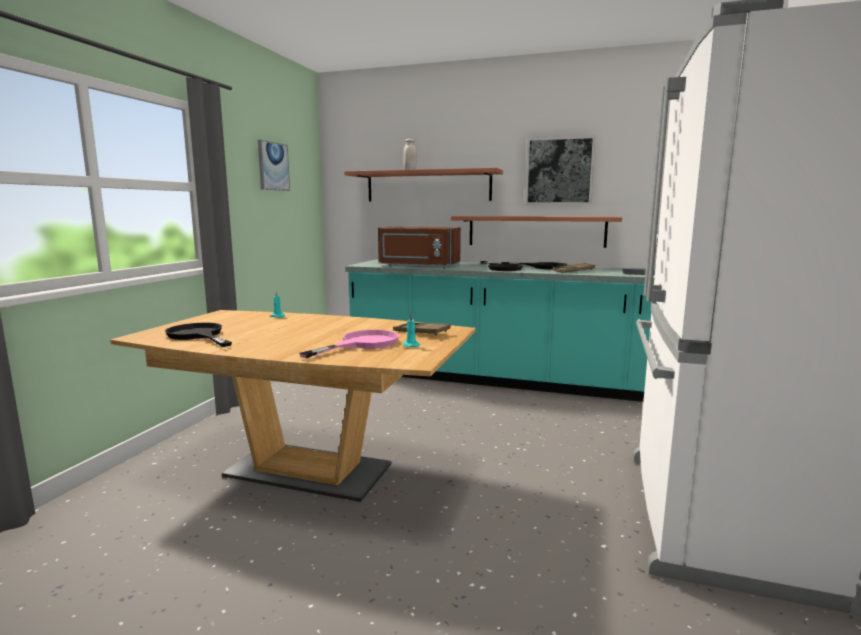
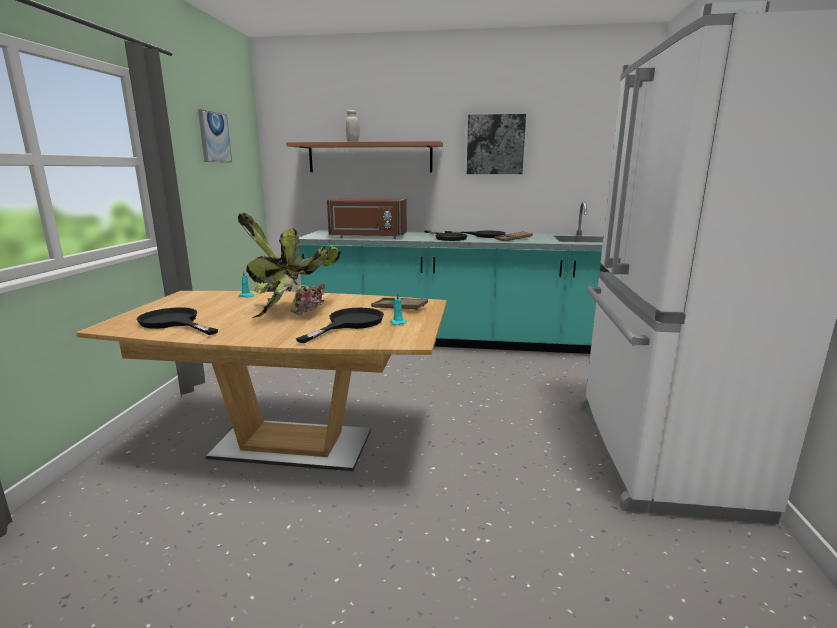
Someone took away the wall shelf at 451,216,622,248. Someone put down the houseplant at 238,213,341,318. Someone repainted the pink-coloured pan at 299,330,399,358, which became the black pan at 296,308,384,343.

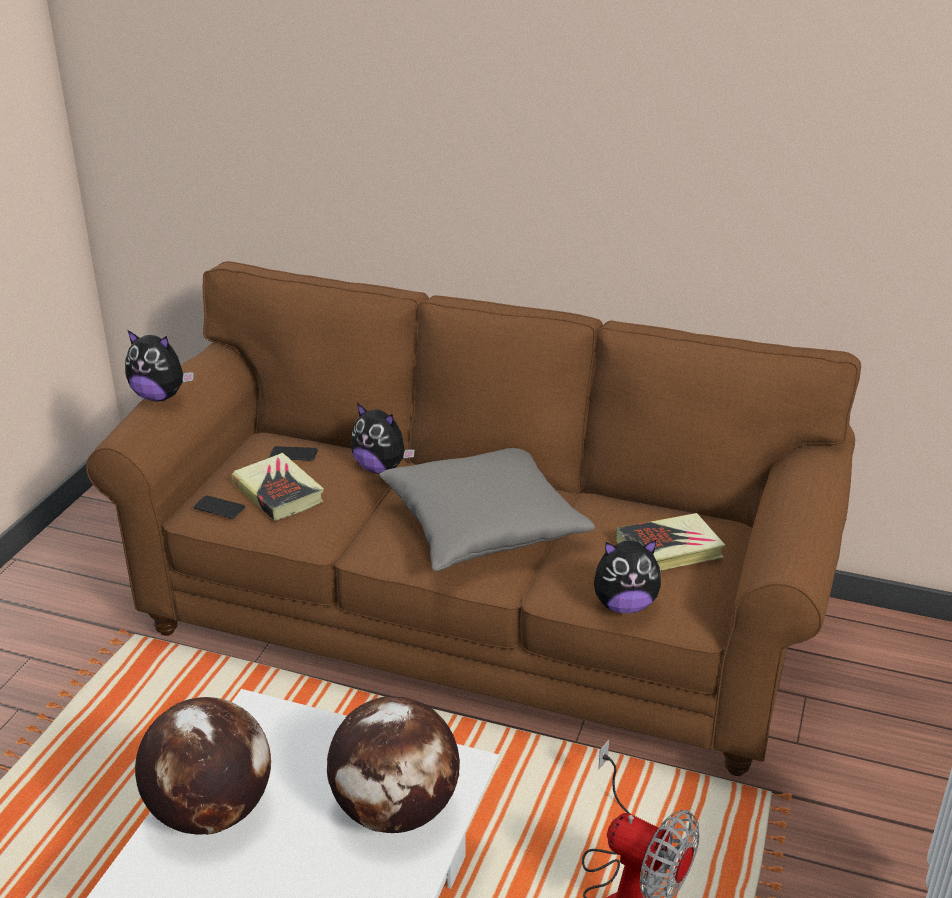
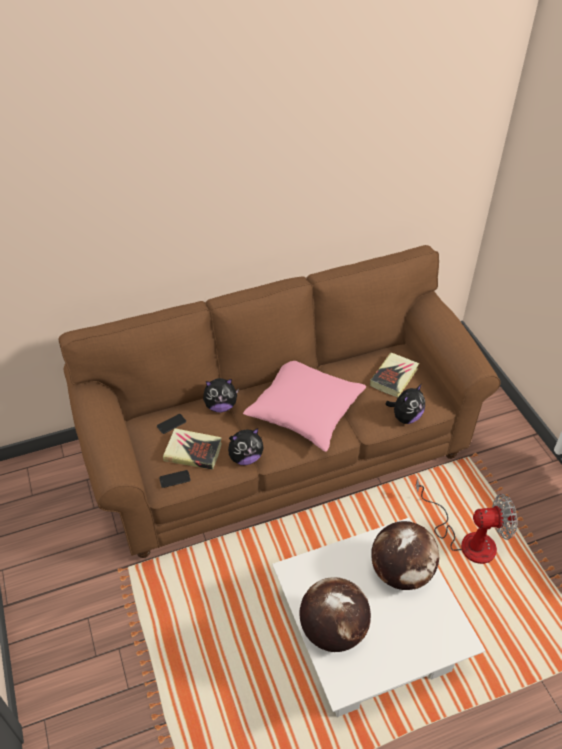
Someone carried the soft toy from 125,330,194,401 to 228,428,264,465. Someone repainted the greyish cushion at 379,448,595,571, which became the pink-coloured cushion at 243,361,366,452.

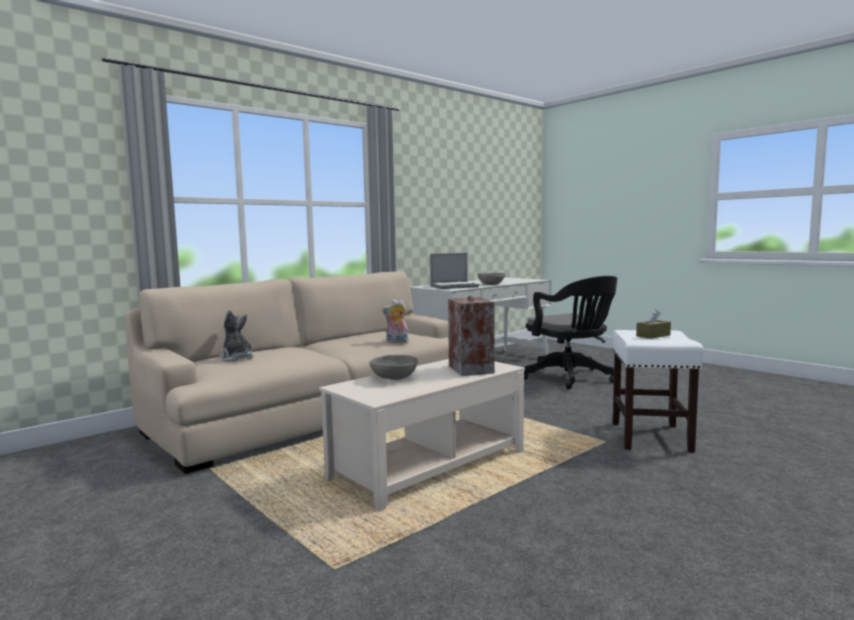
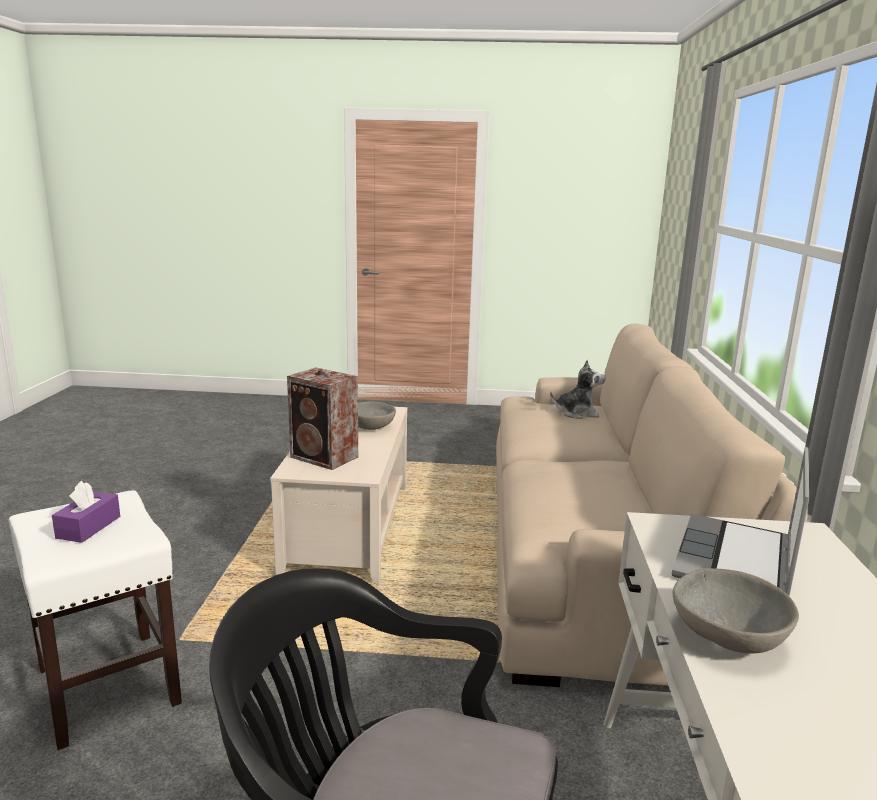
Someone took away the soft toy at 382,299,409,343. Someone repainted the brown-coloured tissue box at 636,309,671,339, which became the purplish tissue box at 52,481,120,543.

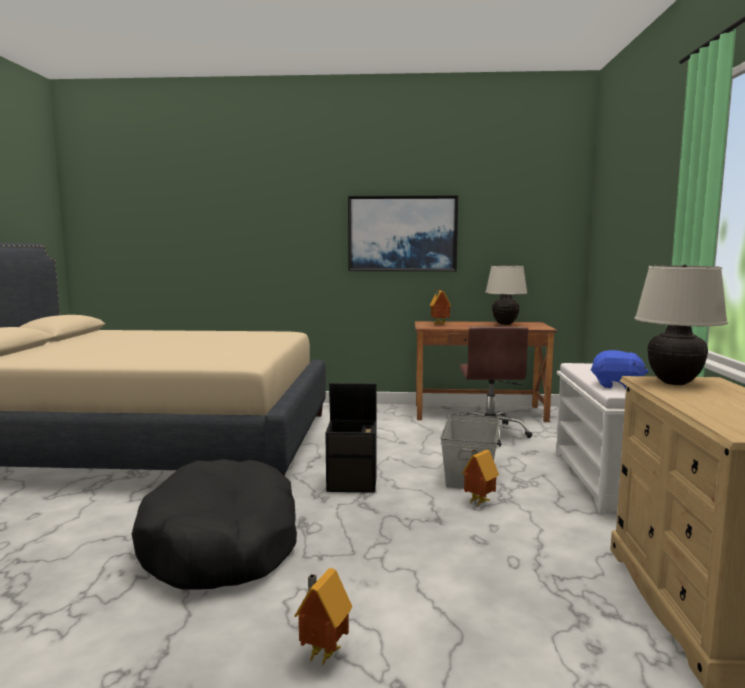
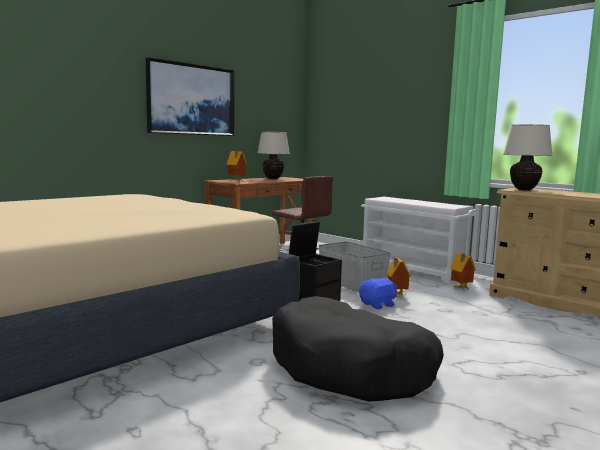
Someone carried the toy house from 295,568,352,667 to 450,253,476,291. Someone carried the bluish soft toy from 591,350,649,389 to 359,278,397,309.

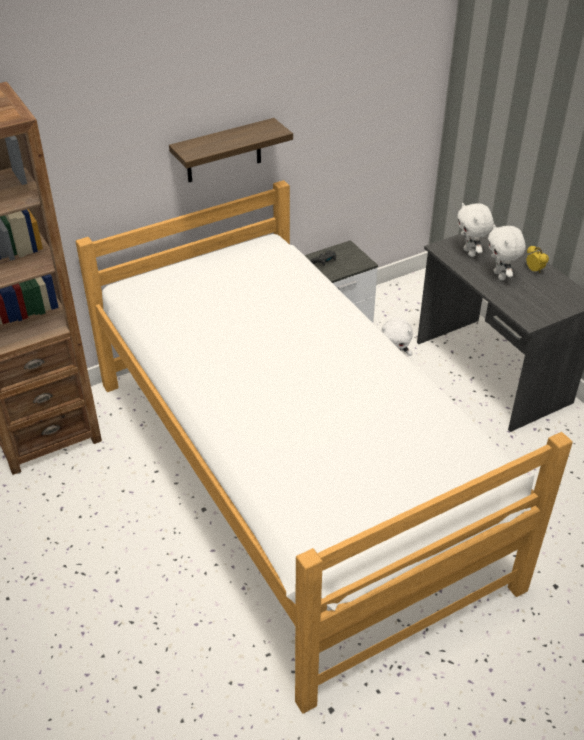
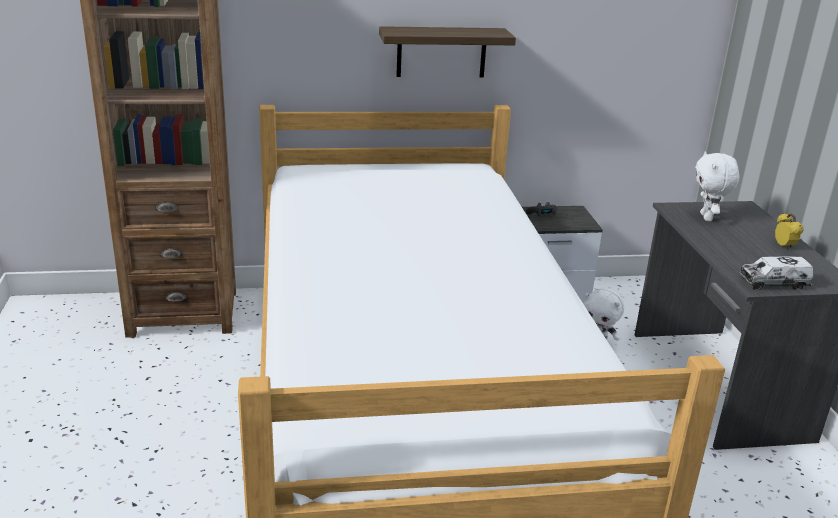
Someone took away the white soft toy at 488,225,526,280. Someone put down the model truck at 739,256,813,290.

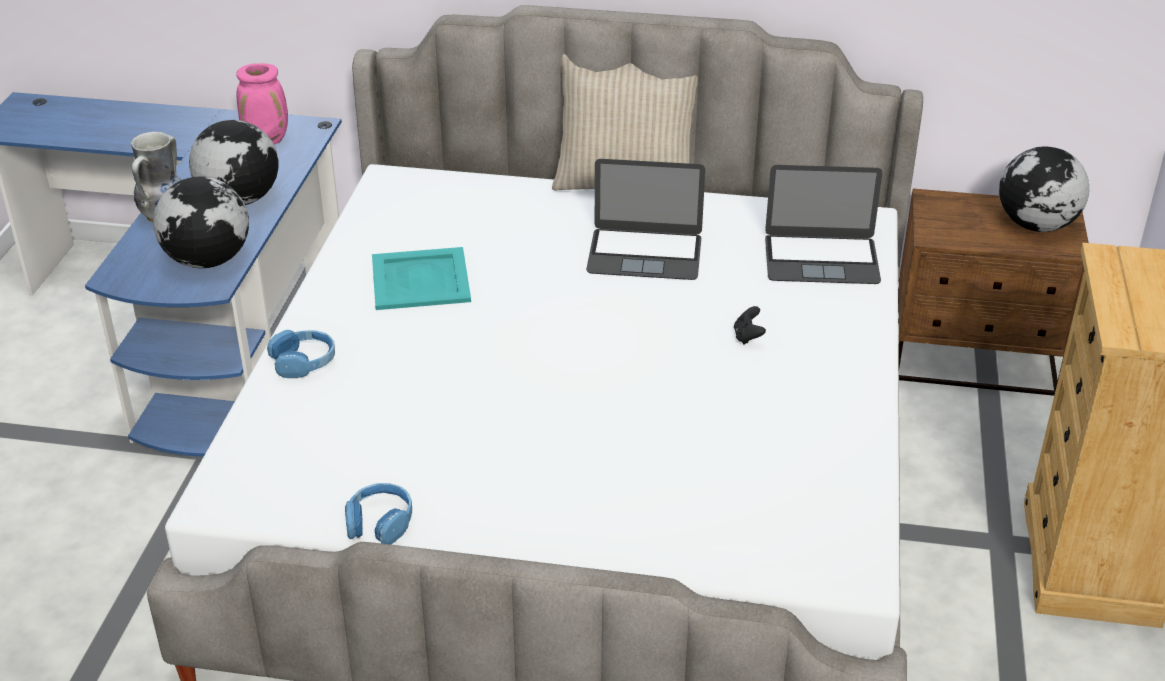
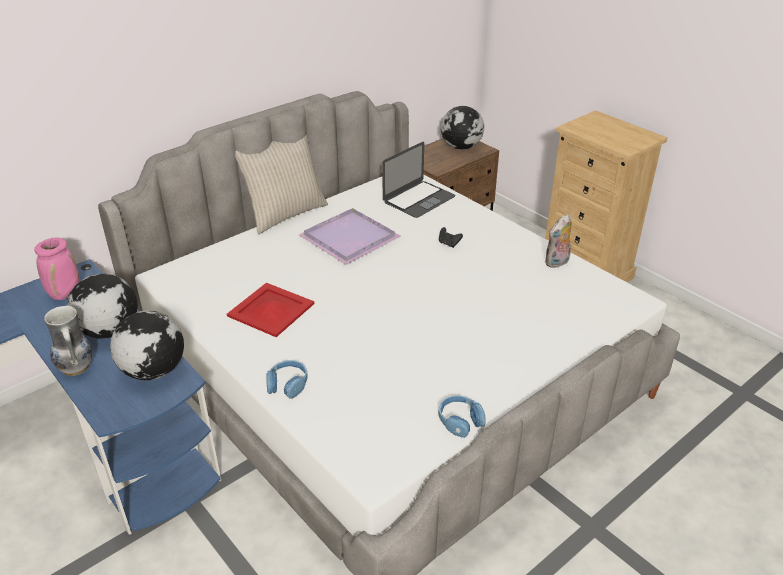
Someone put down the soft toy at 544,214,572,268. Someone swapped the laptop at 586,159,705,280 for the purplish carrying tray at 299,208,401,265. Someone repainted the turquoise-coloured carrying tray at 372,247,471,310, which became the red carrying tray at 227,283,314,337.

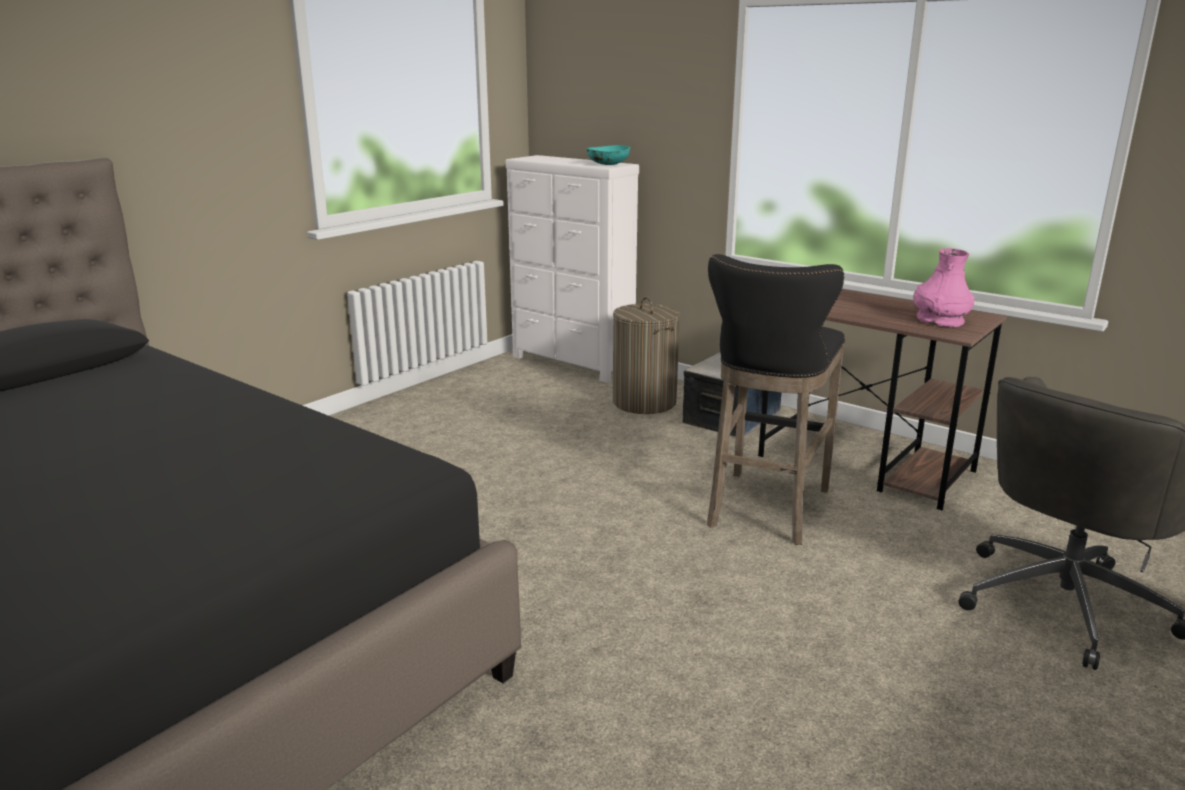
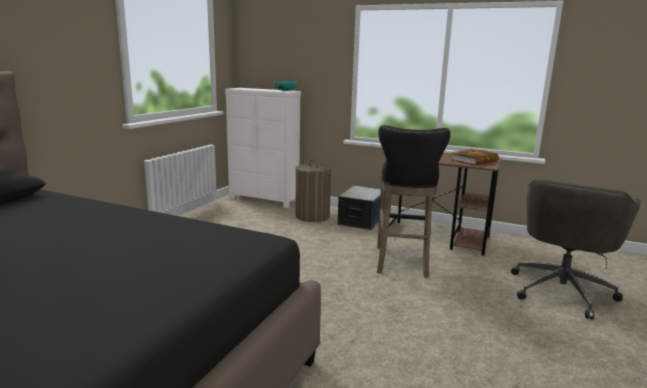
Someone swapped the pink-coloured decorative vase at 913,248,974,327 for the bound book at 451,149,499,165.

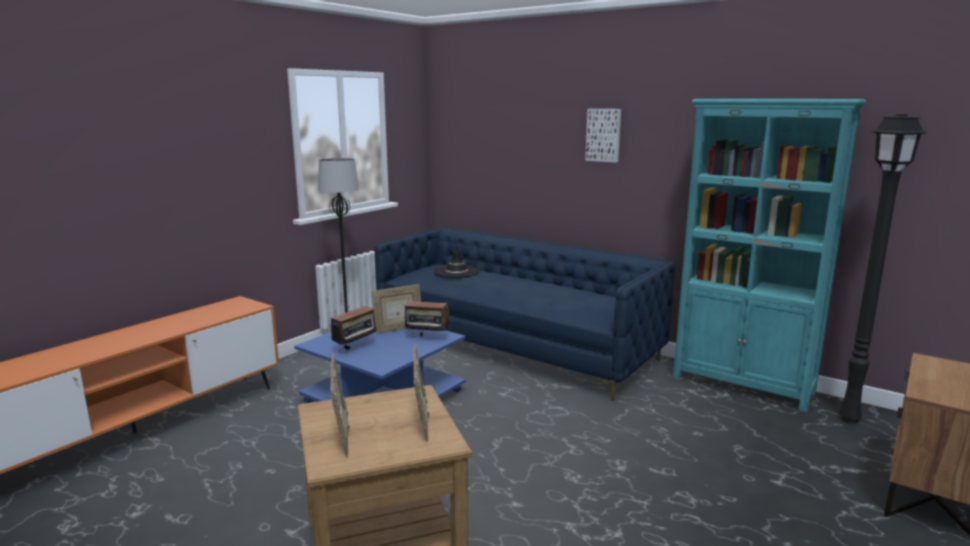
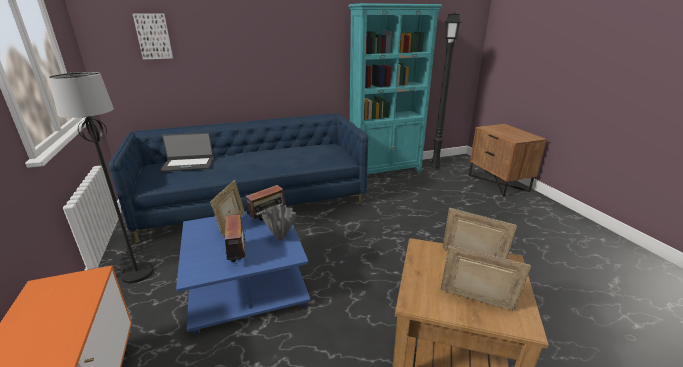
Someone put down the greyish decorative vase at 262,205,296,241. Someone carried the wall picture from 585,109,621,163 to 132,13,173,60. Someone swapped the black wearable hat at 433,245,480,278 for the laptop at 160,133,214,172.

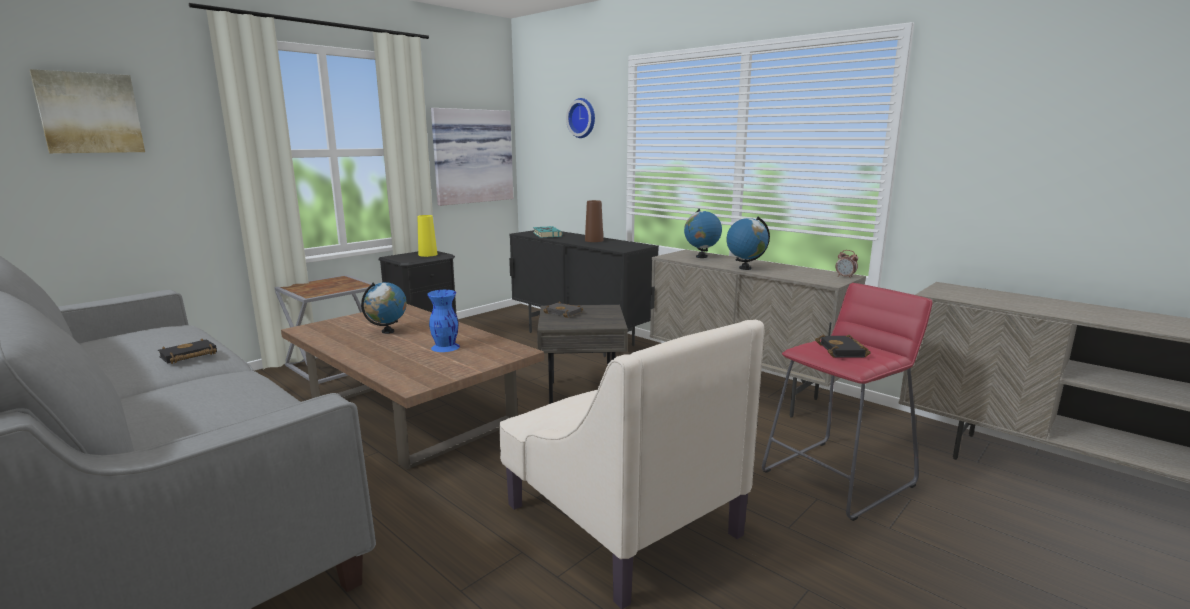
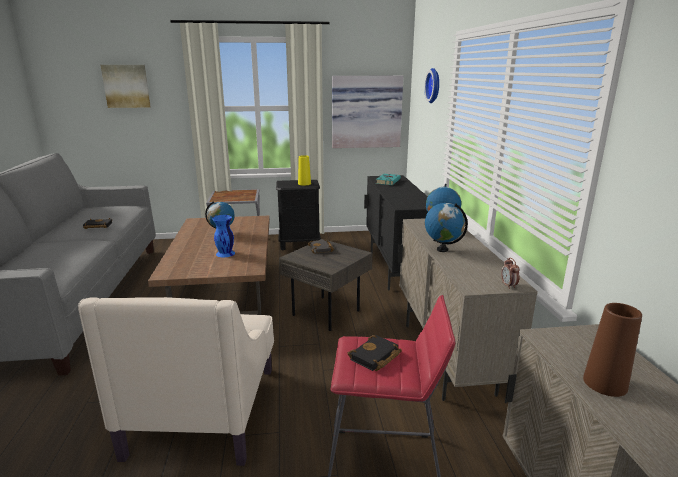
Someone carried the brown-coloured decorative vase from 585,200,603,242 to 583,303,642,397.

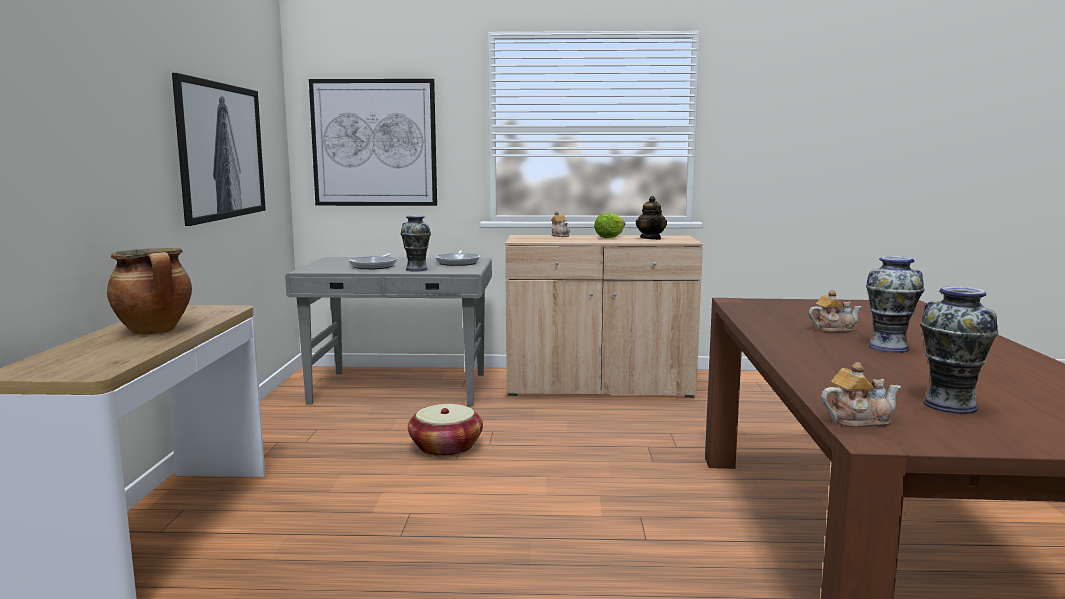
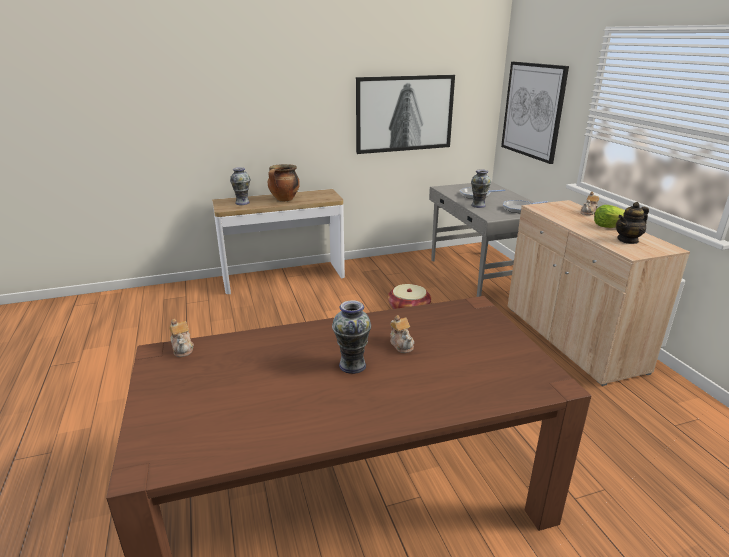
Someone carried the decorative vase from 920,286,998,414 to 230,167,251,205.

